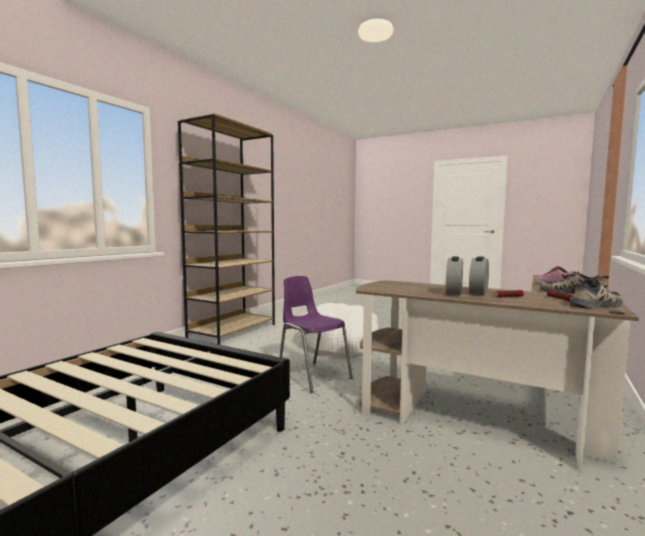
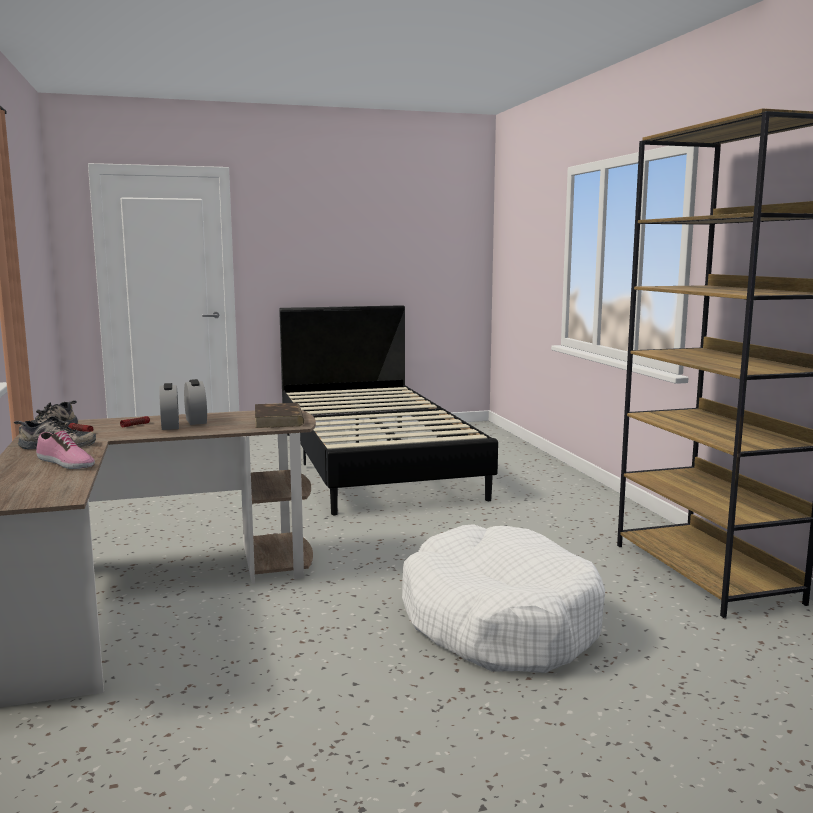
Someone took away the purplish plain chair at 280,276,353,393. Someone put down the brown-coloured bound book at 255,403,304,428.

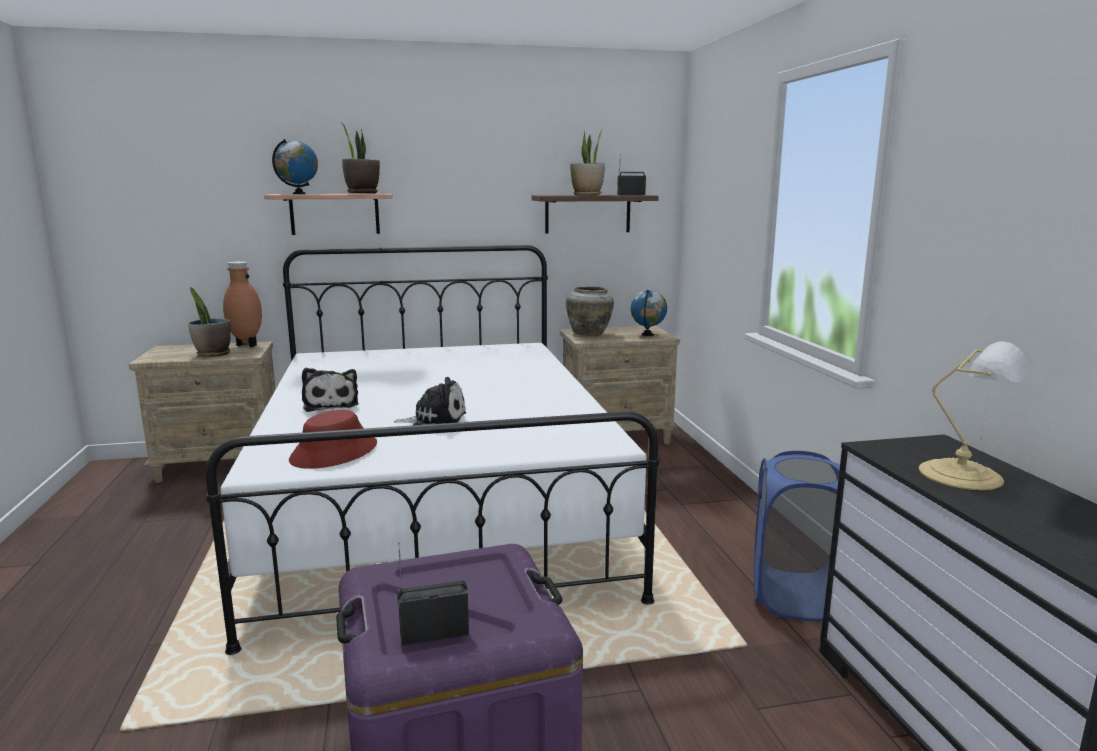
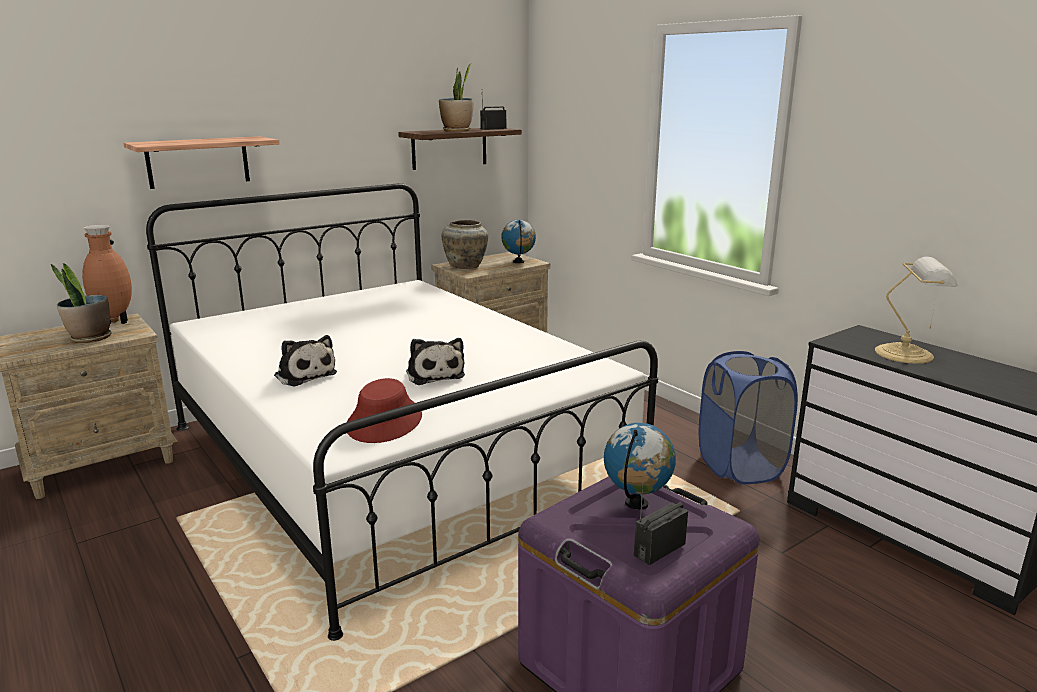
Someone took away the houseplant at 341,122,380,194. Someone carried the world globe from 272,139,318,194 to 604,423,676,510. Someone rotated the soft toy at 394,377,466,425 by 90 degrees clockwise.

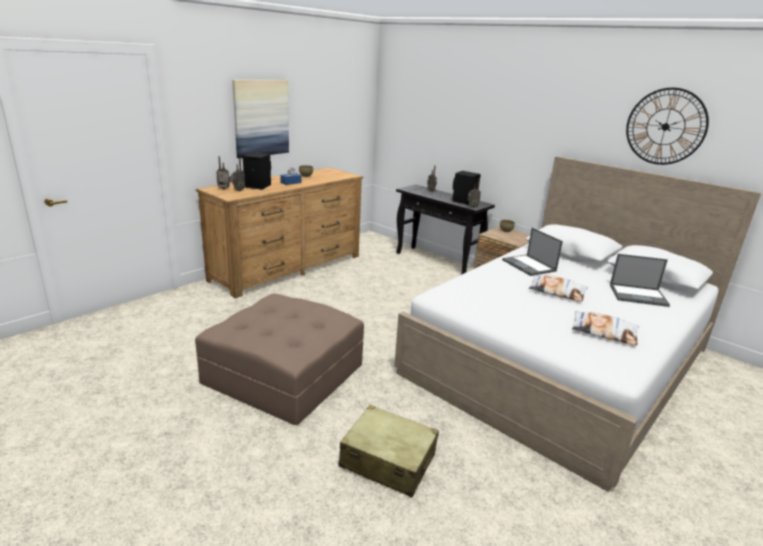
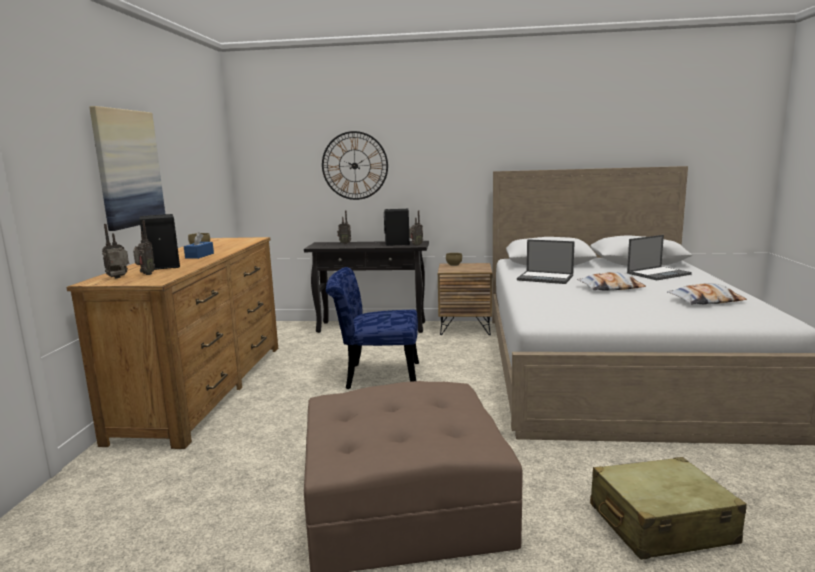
Someone put down the bluish plain chair at 326,267,419,389. Someone carried the wall clock from 626,88,709,165 to 322,131,388,200.

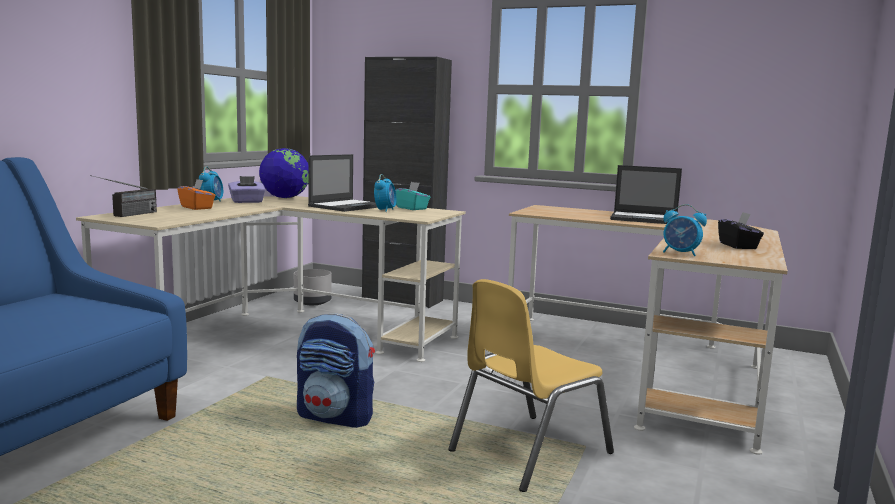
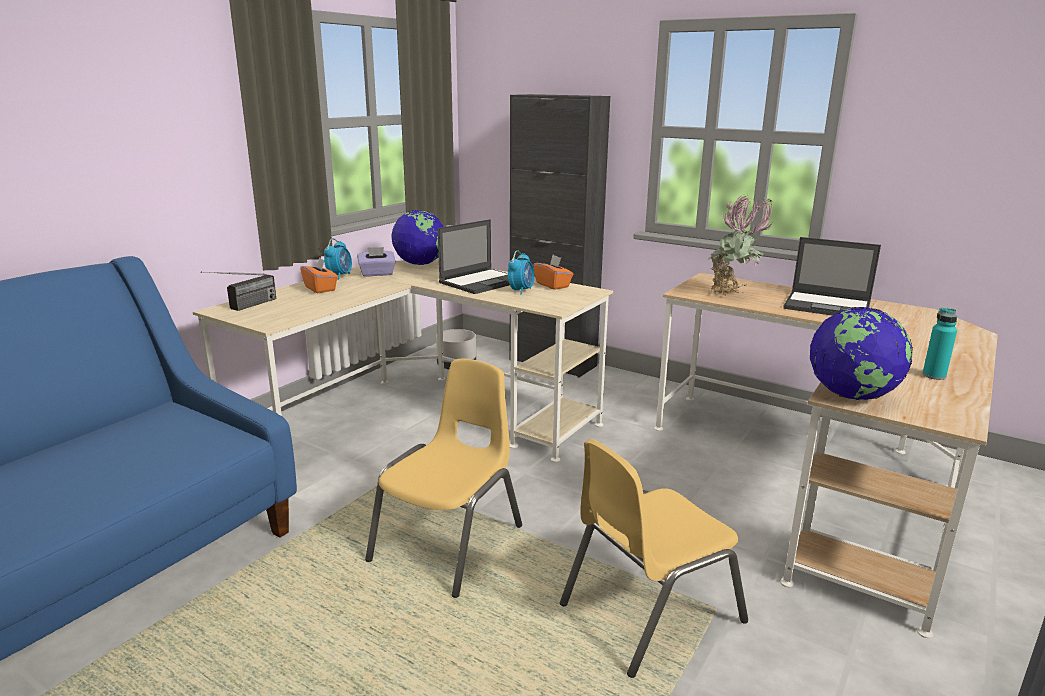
Someone put down the houseplant at 709,195,774,296. Someone swapped the backpack at 297,314,375,428 for the yellowish plain chair at 365,359,522,598. Someone swapped the bedside clock at 663,204,707,256 for the world globe at 810,307,913,400. Someone swapped the black tissue box at 718,212,764,249 for the turquoise-coloured drink bottle at 922,308,957,380. Someone repainted the turquoise-coloured tissue box at 395,182,430,210, which became the orange tissue box at 533,255,573,290.

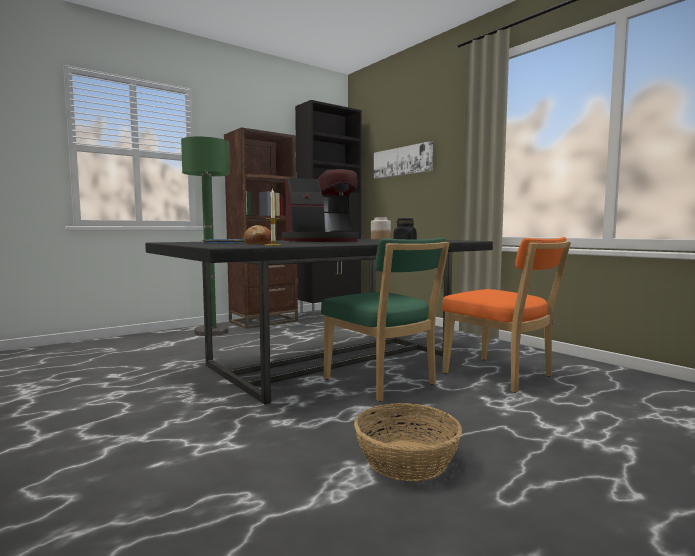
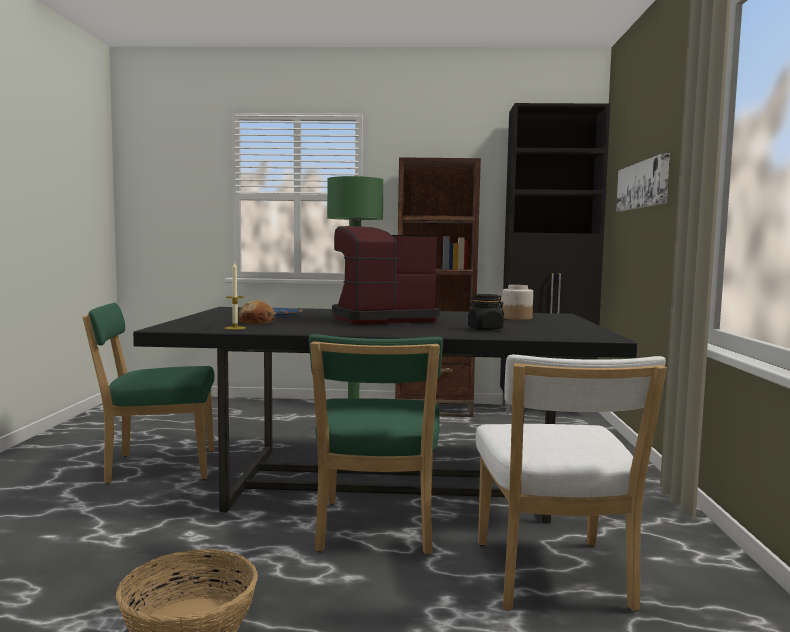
Someone put down the green-coloured plain chair at 83,303,215,484. Someone repainted the orange plain chair at 442,237,571,393, which became the white plain chair at 476,355,667,611. Someone rotated the coffee maker at 282,169,359,242 by 135 degrees clockwise.

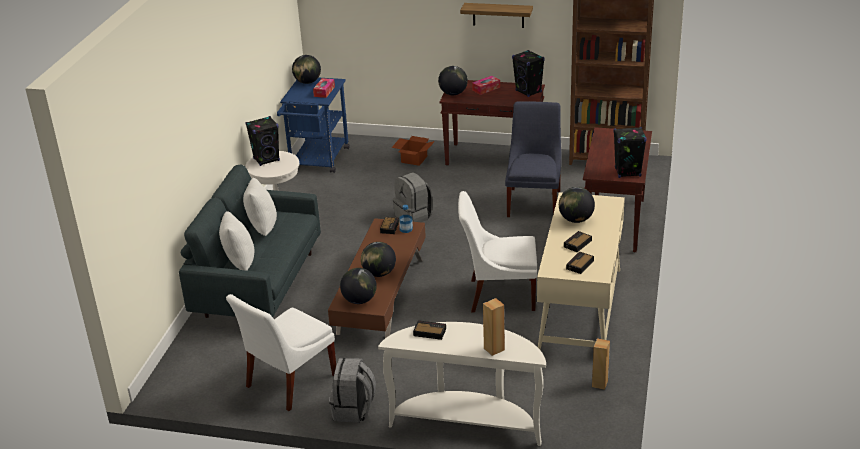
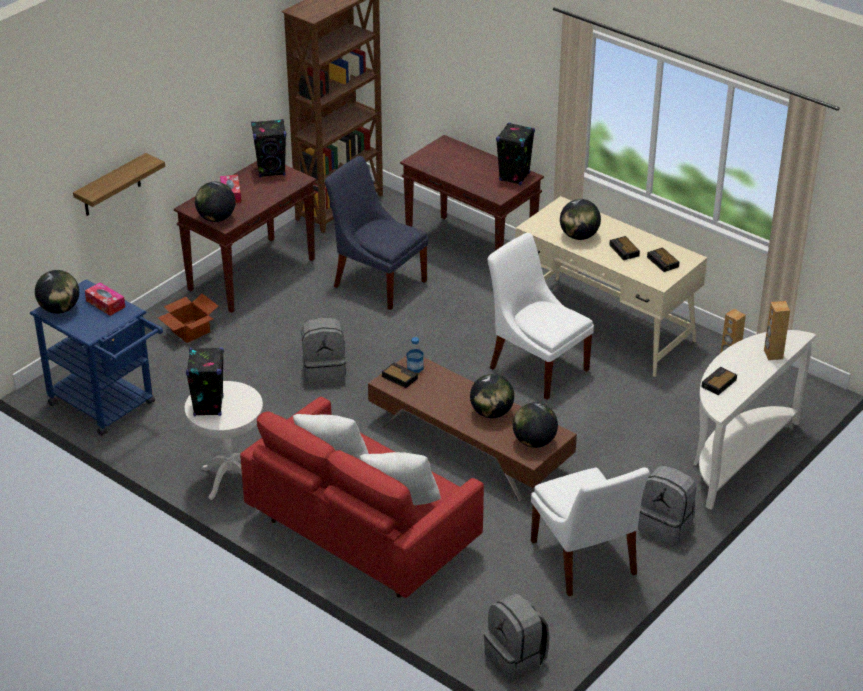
Someone put down the greyish backpack at 484,594,550,682. Someone carried the wall shelf from 460,3,533,28 to 73,153,165,216. Someone repainted the greyish sofa at 179,165,321,318, which became the red sofa at 240,397,484,598. Someone rotated the white plain chair at 458,191,537,312 by 105 degrees clockwise.

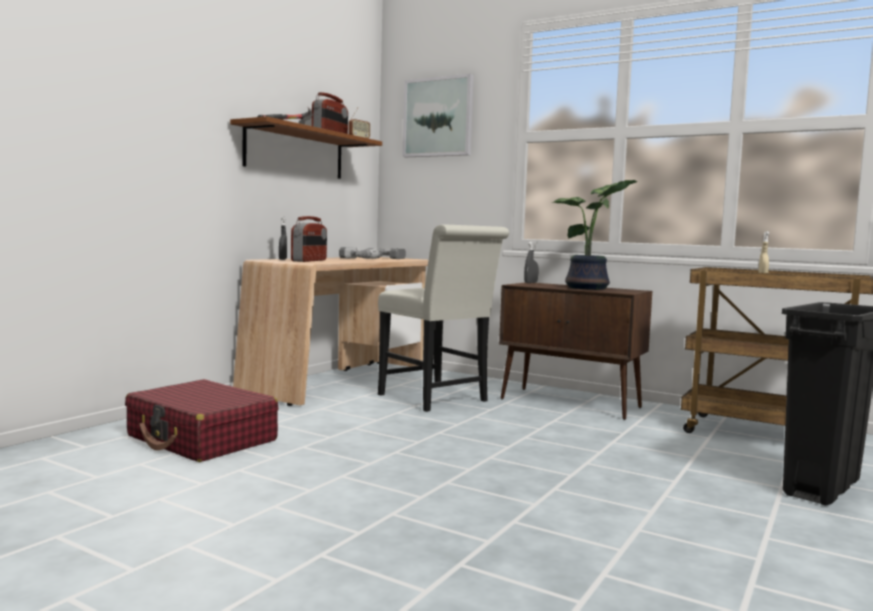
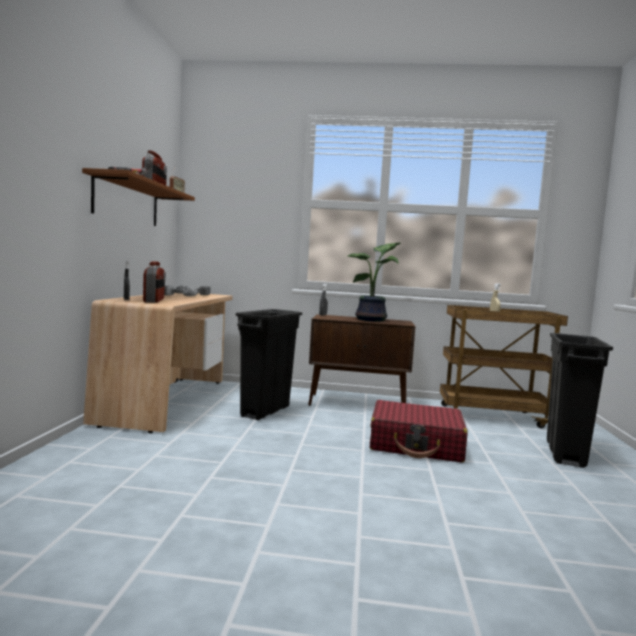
Someone took away the wall picture at 402,74,474,157. Someone carried the red suitcase from 125,379,278,462 to 370,400,468,463. Someone swapped the white plain chair at 378,224,509,412 for the black rubbish bin at 236,309,302,420.

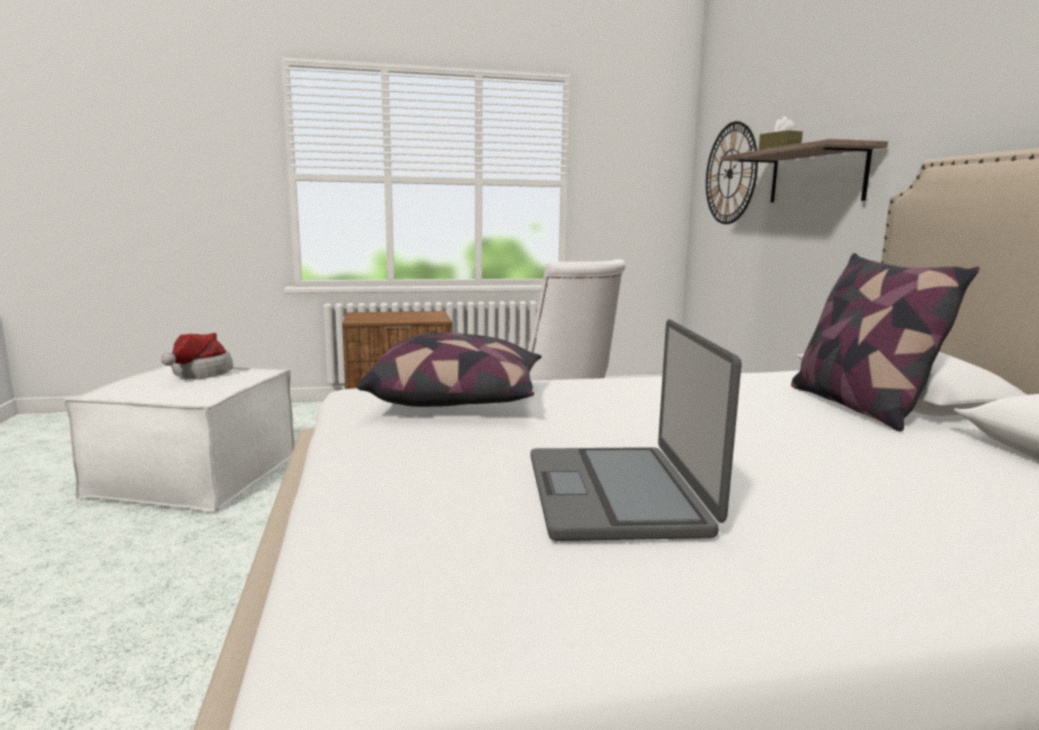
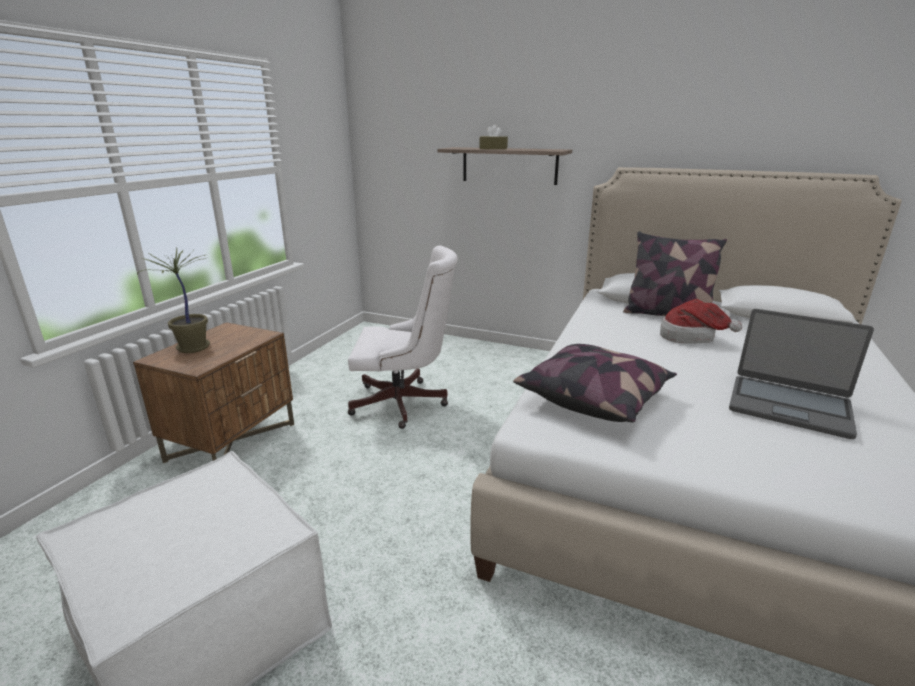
Someone took away the wall clock at 706,121,758,224. Someone put down the houseplant at 137,248,210,353. Someone carried the wearable hat from 161,333,233,379 to 660,299,742,344.

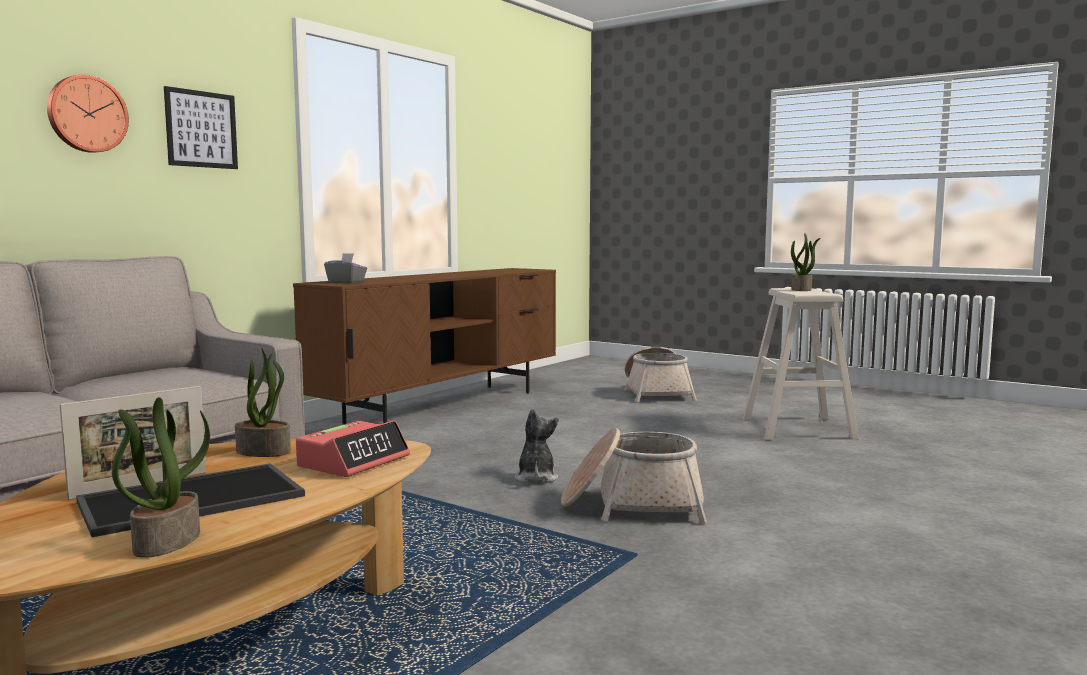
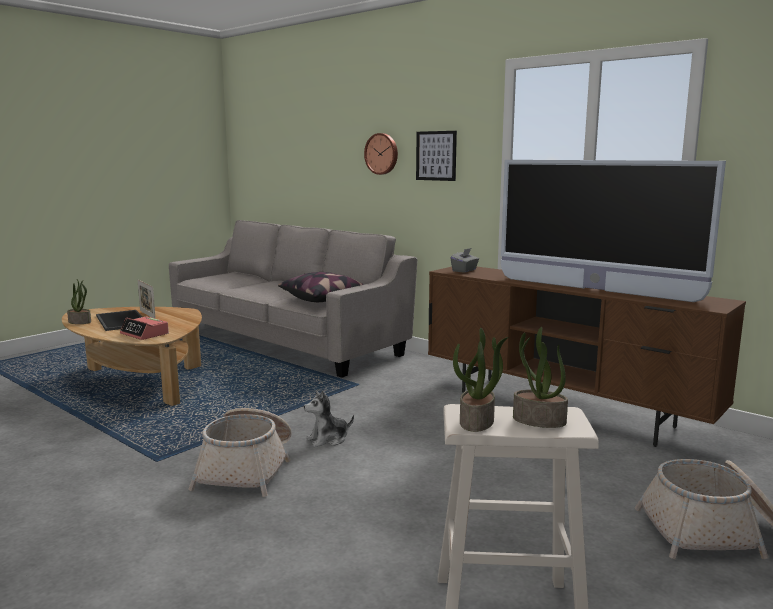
Someone put down the cushion at 278,272,364,302. Someone put down the TV set at 501,160,726,302. Someone carried the houseplant from 235,348,291,457 to 453,328,508,432. Someone rotated the soft toy at 515,408,559,483 by 150 degrees clockwise.

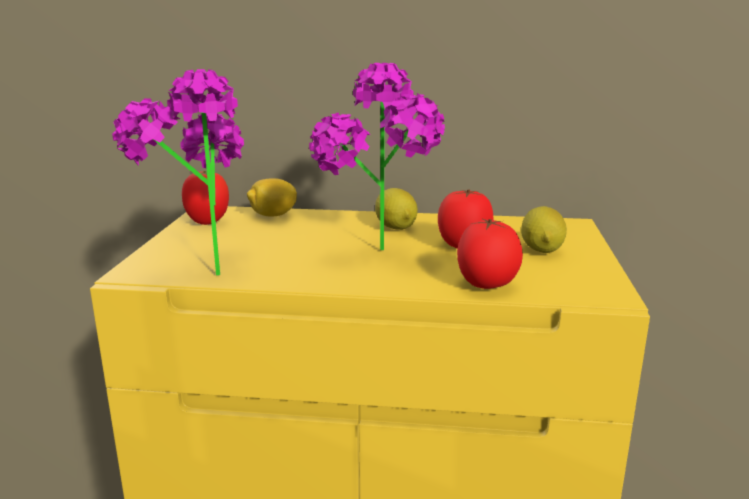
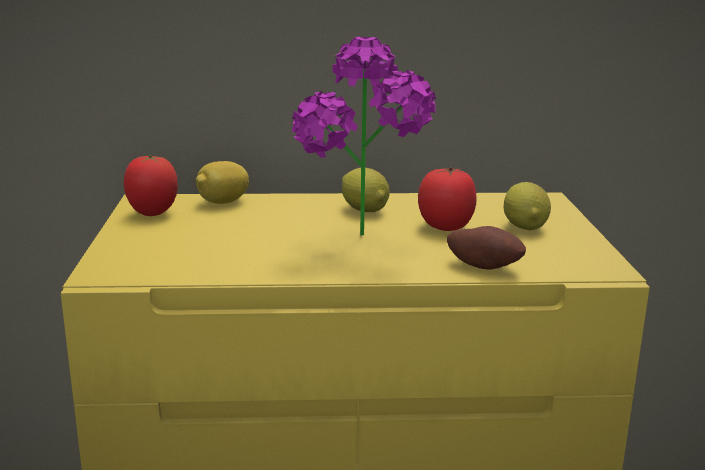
Someone took away the houseplant at 112,69,244,276. Someone swapped the whole tomato at 457,218,523,289 for the spud at 447,226,526,270.

